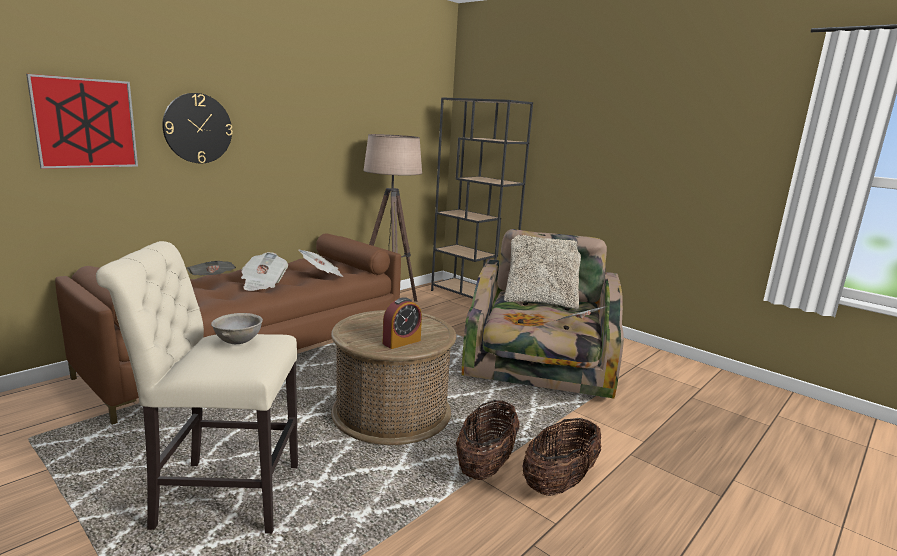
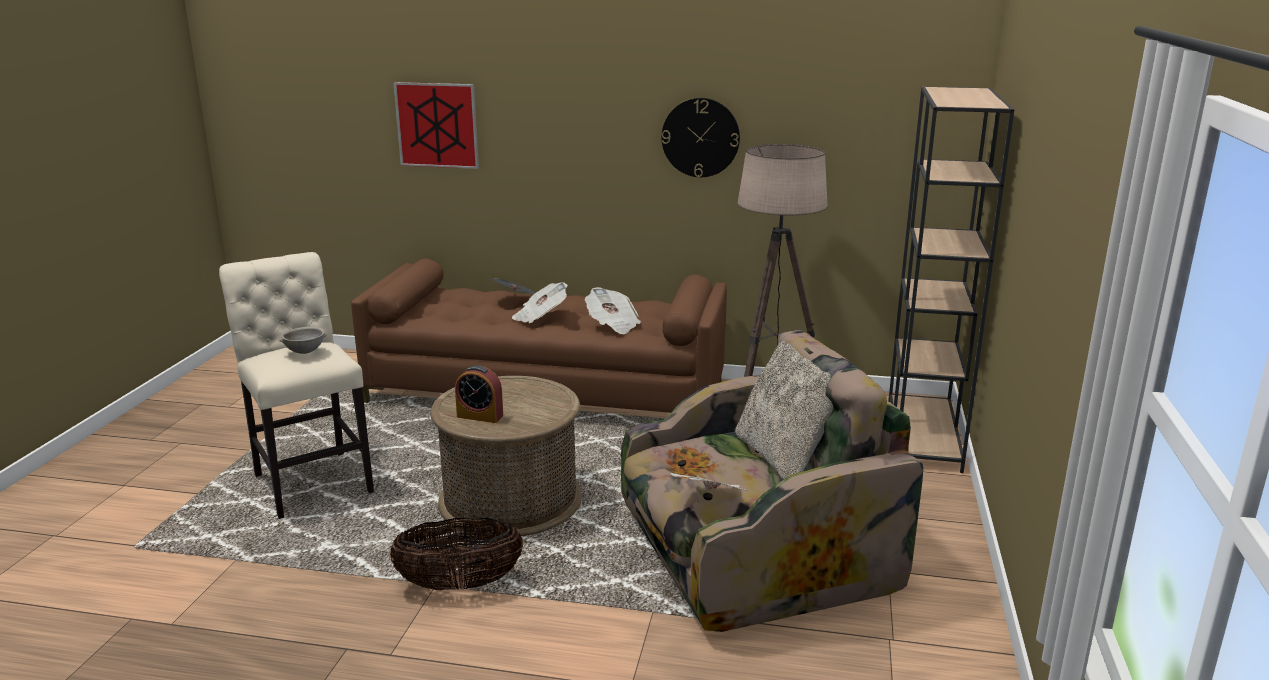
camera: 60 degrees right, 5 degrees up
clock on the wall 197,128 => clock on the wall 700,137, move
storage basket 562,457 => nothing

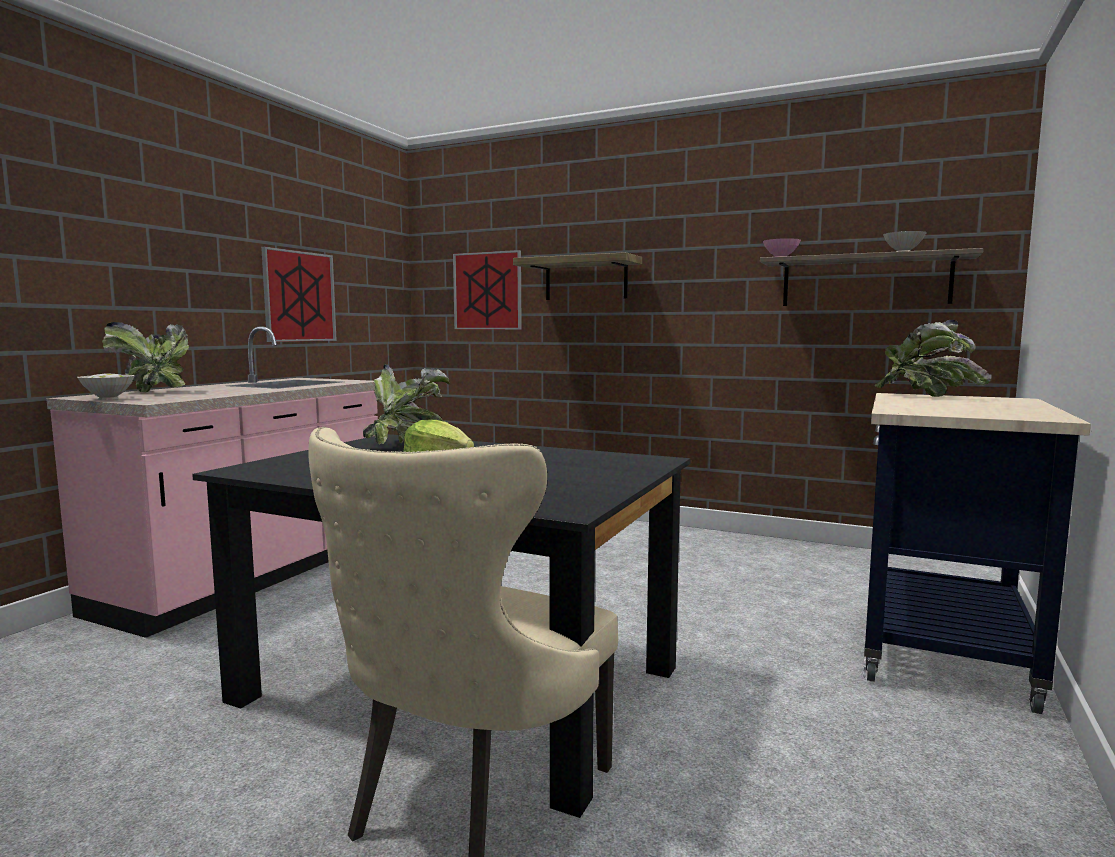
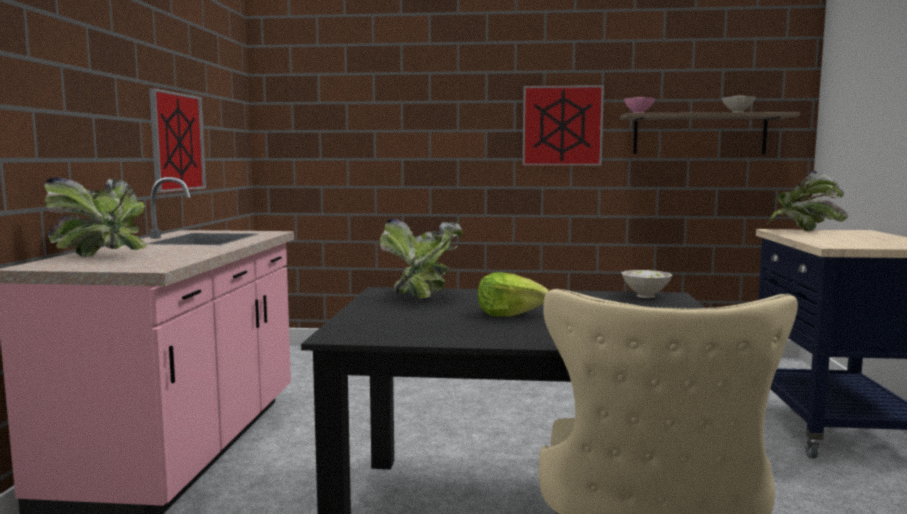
camera: 20 degrees left, 0 degrees up
wall art 487,290 => wall art 563,125, move
serving bowl in whitish 106,386 => serving bowl in whitish 647,284, move
bracket shelf 577,276 => nothing

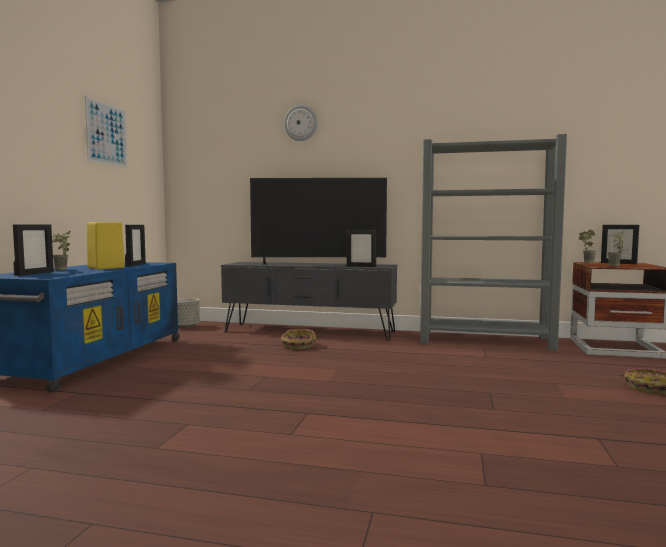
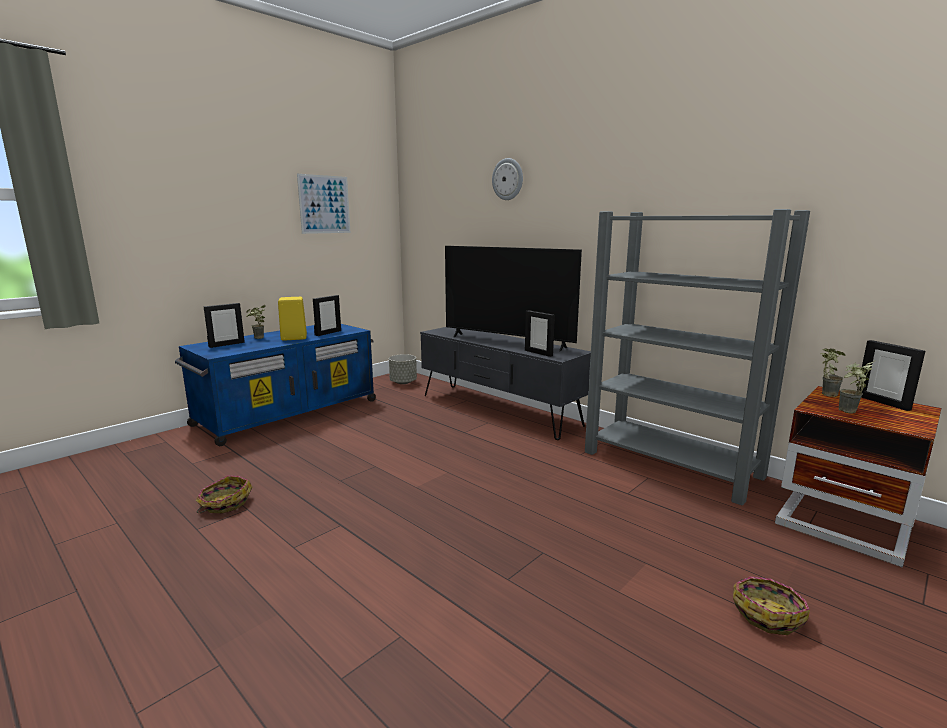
camera: 30 degrees right, 10 degrees up
storage basket 298,339 => storage basket 224,494, move

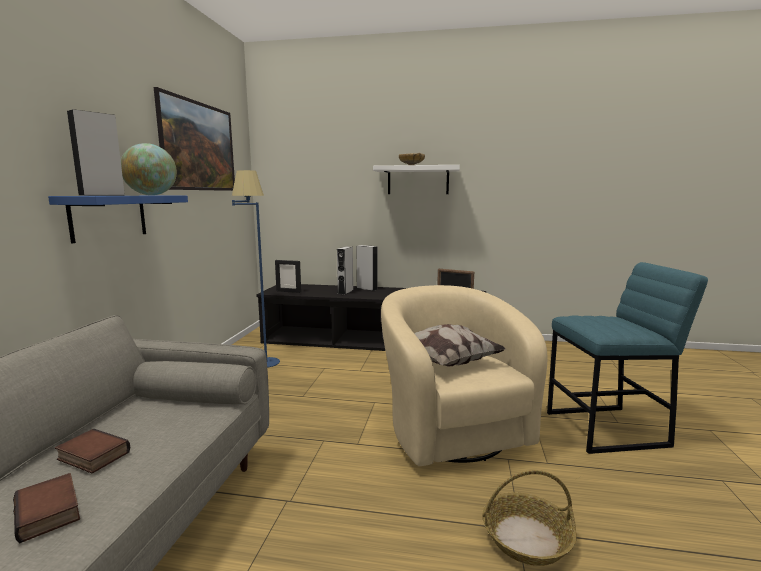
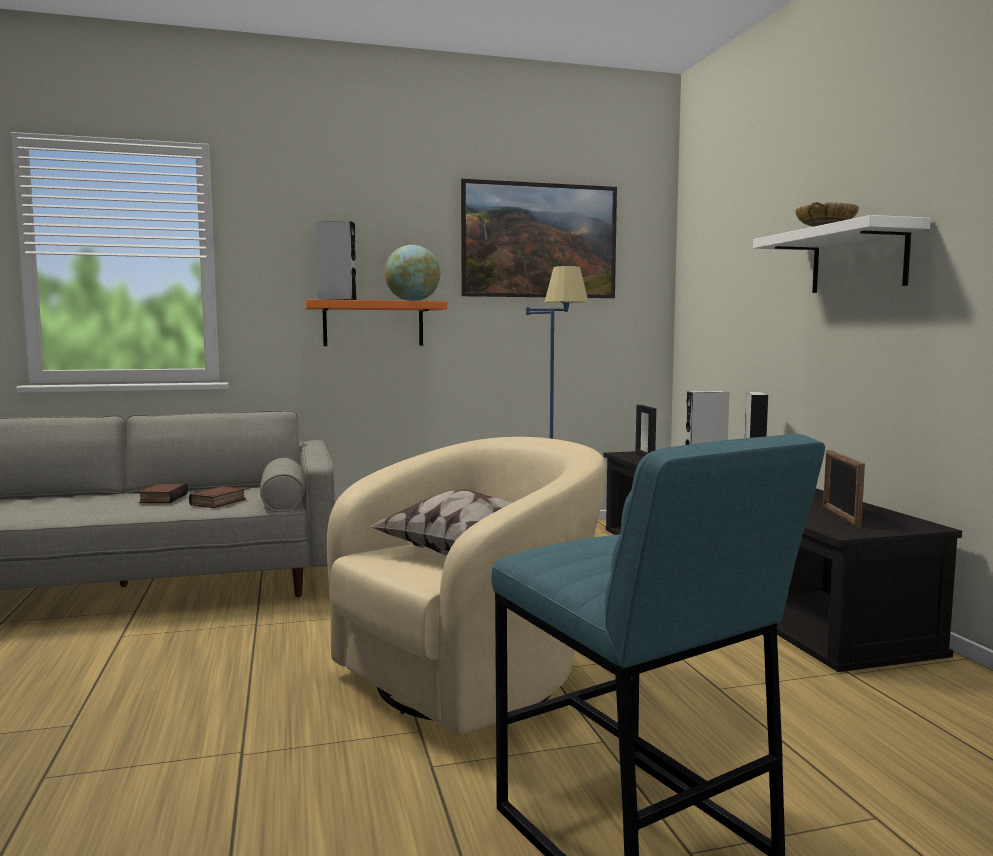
camera: 65 degrees right, 5 degrees down
bound book 46,508 => bound book 217,497, move
bracket shelf in blue 118,219 => bracket shelf in orange 376,322
storage basket 529,518 => nothing

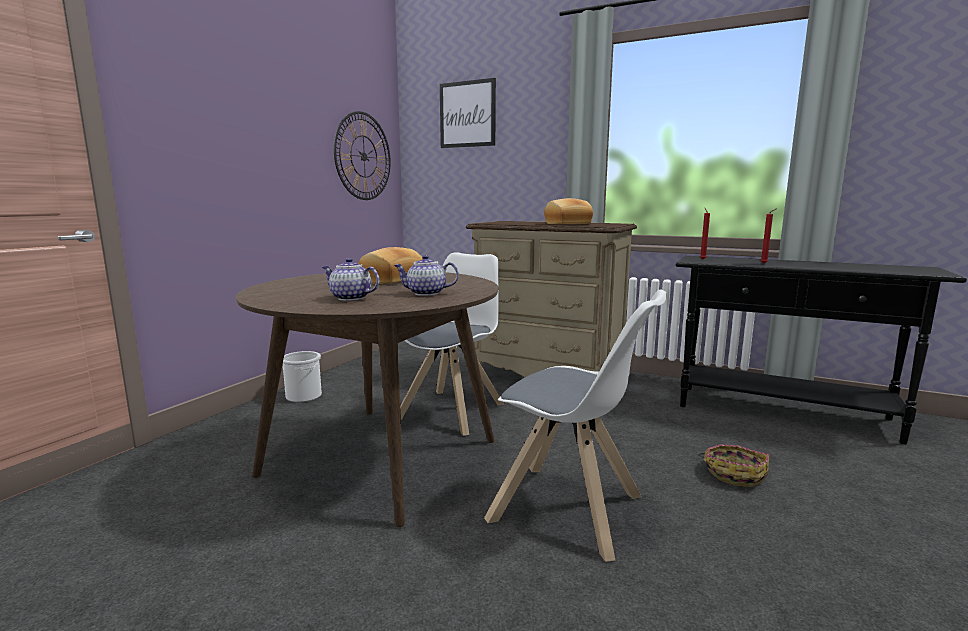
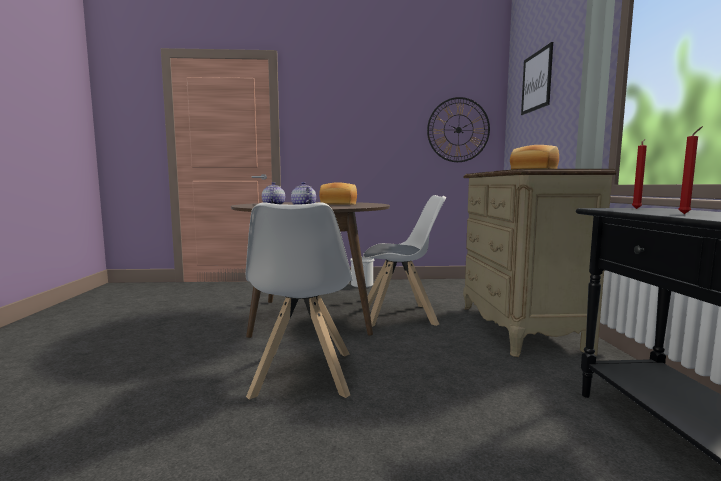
camera: 60 degrees right, 5 degrees down
storage basket 733,465 => nothing

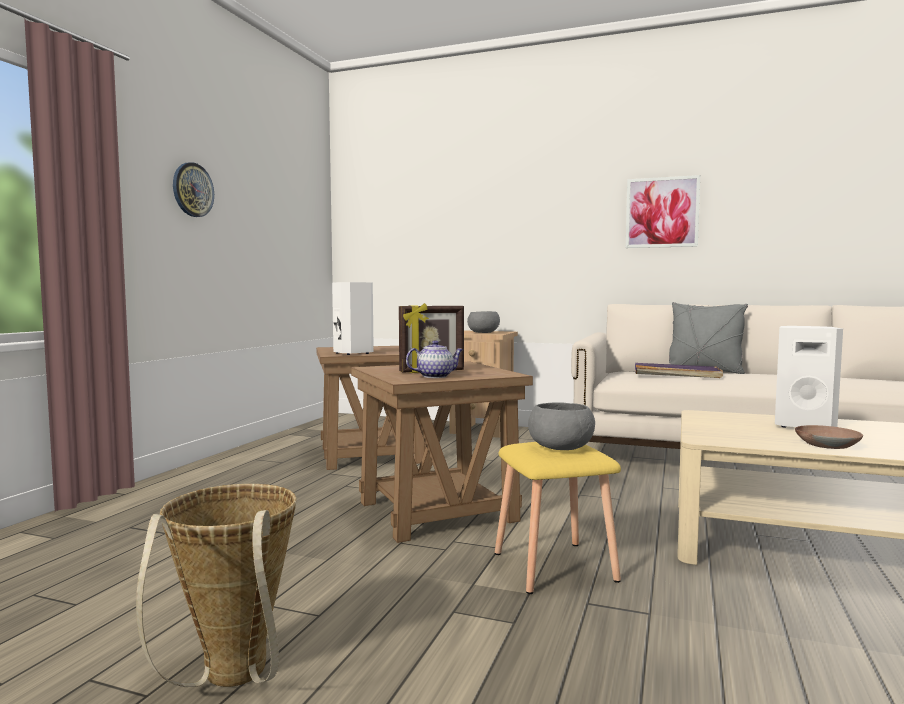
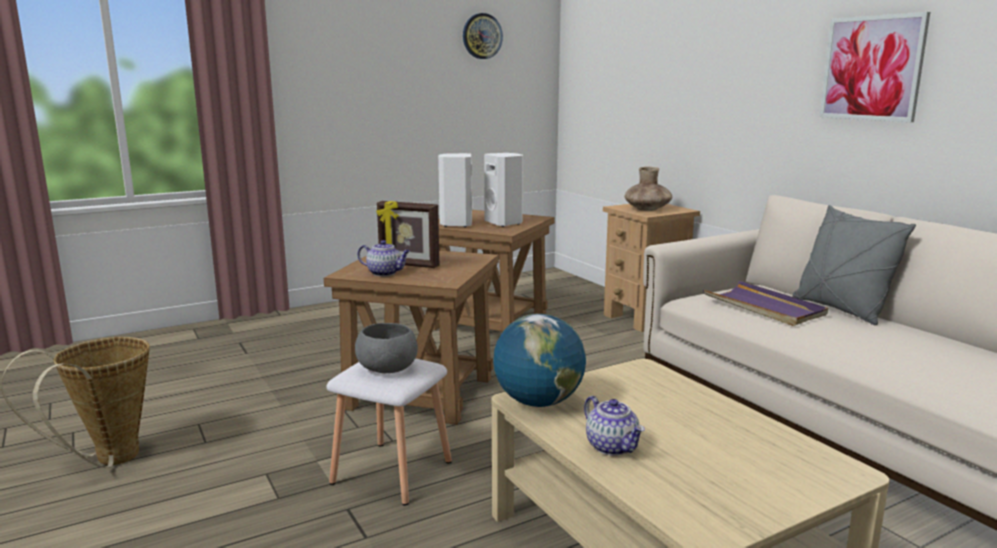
camera: 40 degrees right, 10 degrees up
sitting stool in yellowish 558,518 => sitting stool in whitish 389,432
clock on the wall 193,189 => clock on the wall 483,36, move
loudspeaker in whitish 809,377 => loudspeaker in whitish 503,190, move
nothing => desk globe 539,360
serving bowl in brown 829,437 => pot for tea 614,426
serving bowl in greyish 483,322 => flower vase in brown 648,189

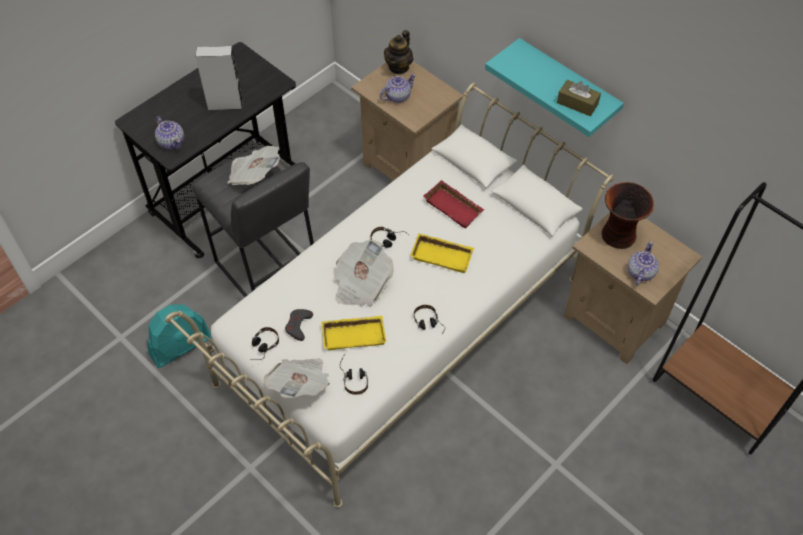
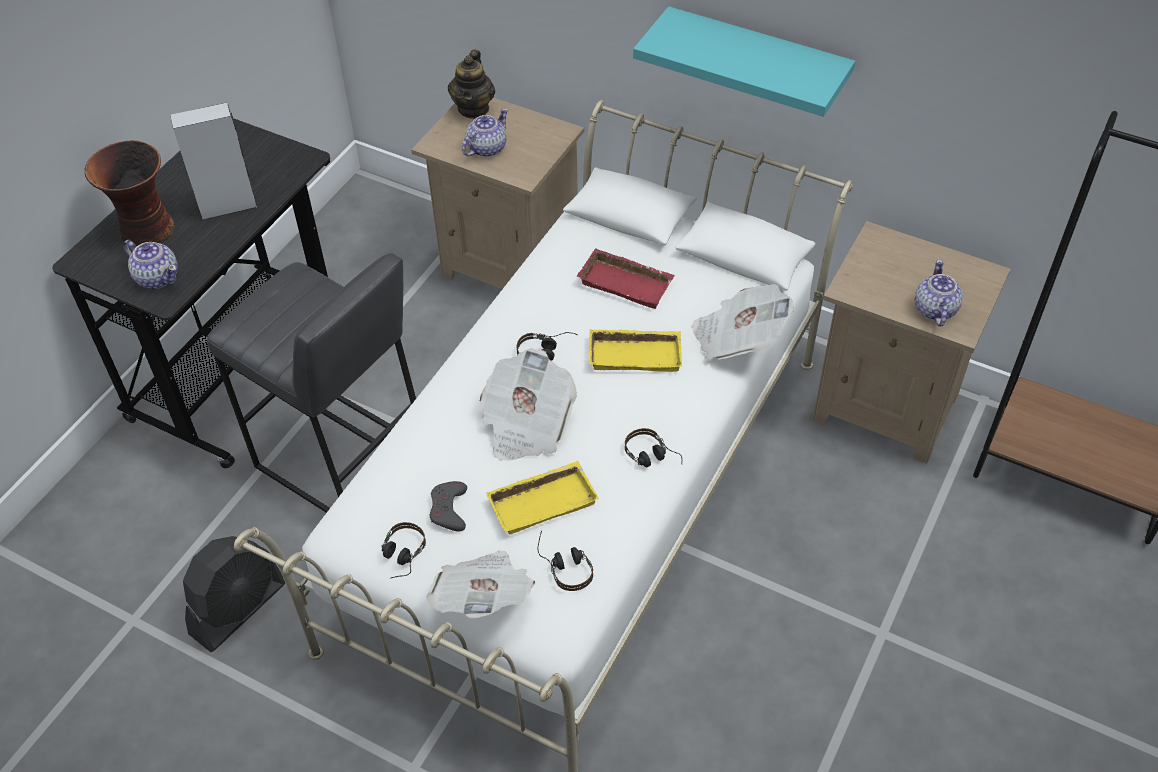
camera: 15 degrees left, 5 degrees down
flower vase 628,215 => flower vase 130,193, move
fan in turquoise-coloured 179,336 => fan in blackish 234,594
daily paper 253,165 => daily paper 742,322, move
box of tissues in brown 579,98 => nothing

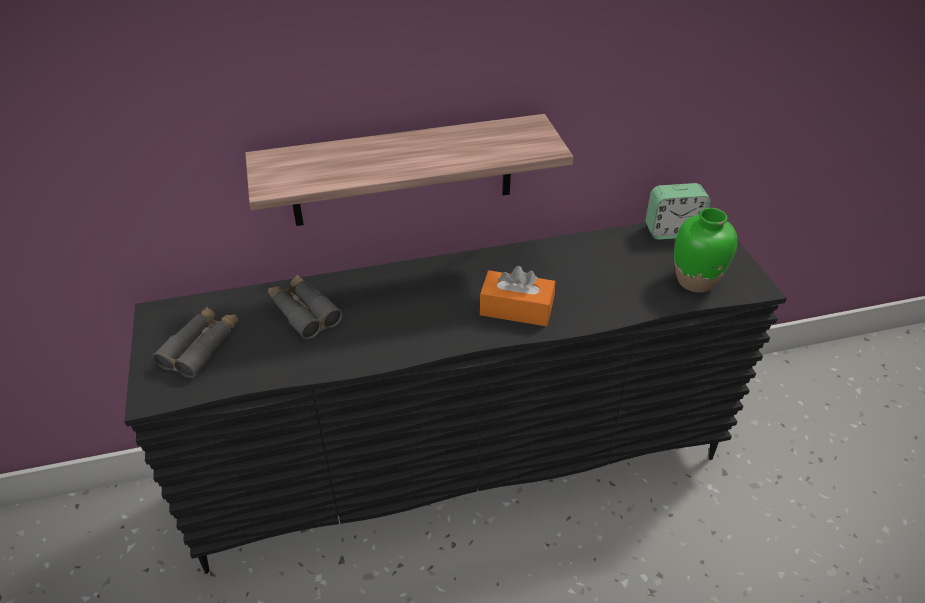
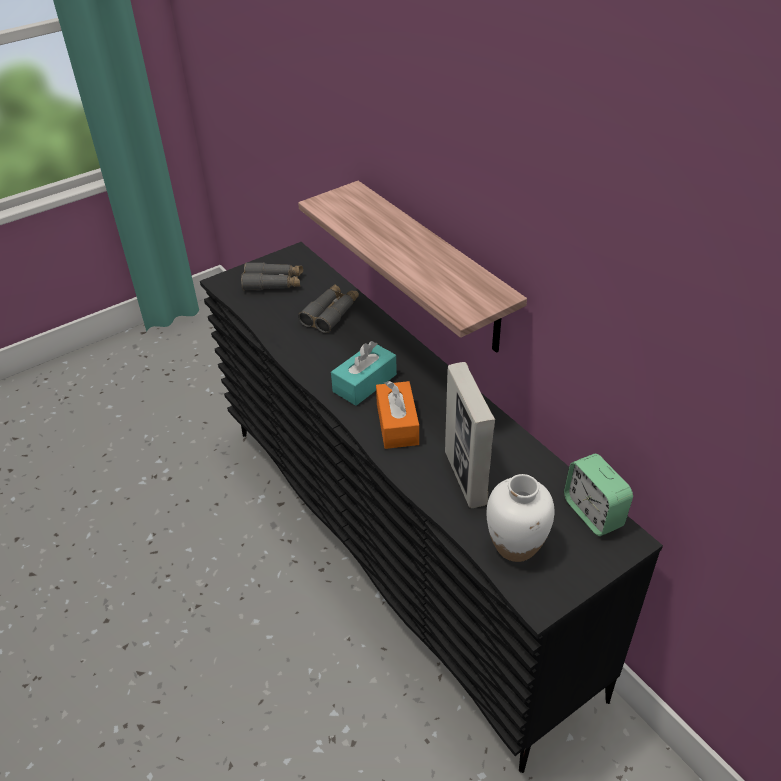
camera: 70 degrees right, 0 degrees up
nothing => box of tissues in turquoise-coloured 364,373
nothing => picture frame 470,435
flower vase in greenish 705,250 => flower vase in whitish 521,518

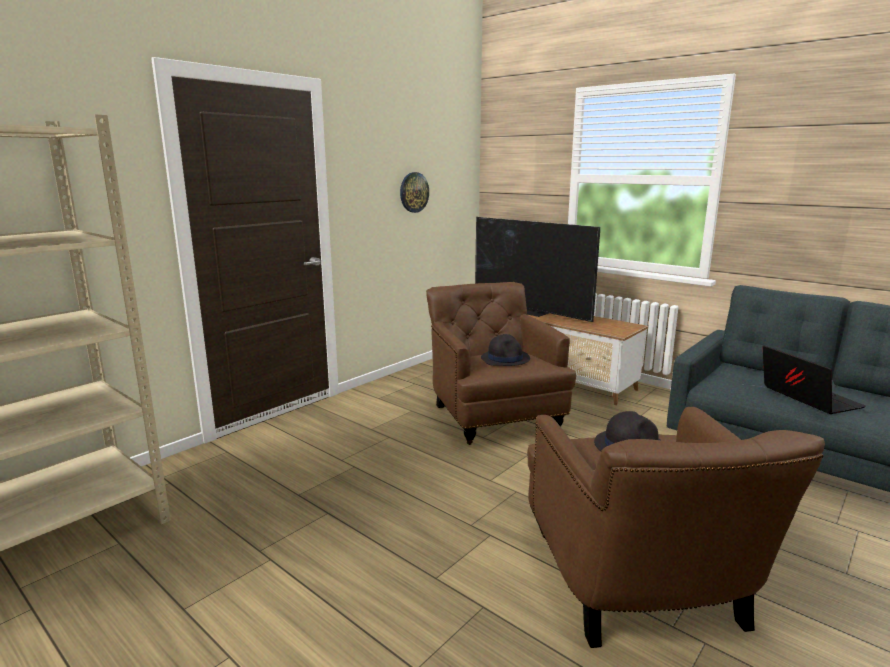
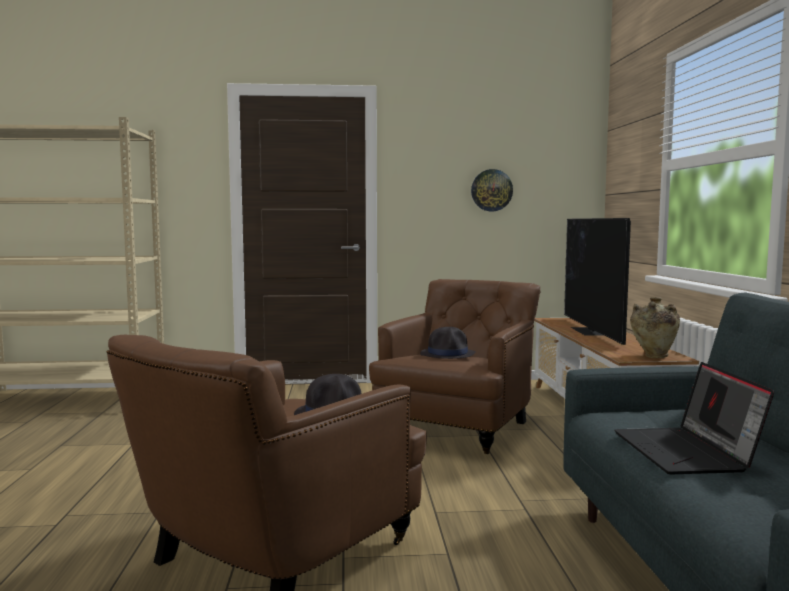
camera: 45 degrees right, 10 degrees down
notebook computer 814,379 => notebook computer 694,418, 150 degrees clockwise
nothing => flower vase in sand-coloured 655,327

